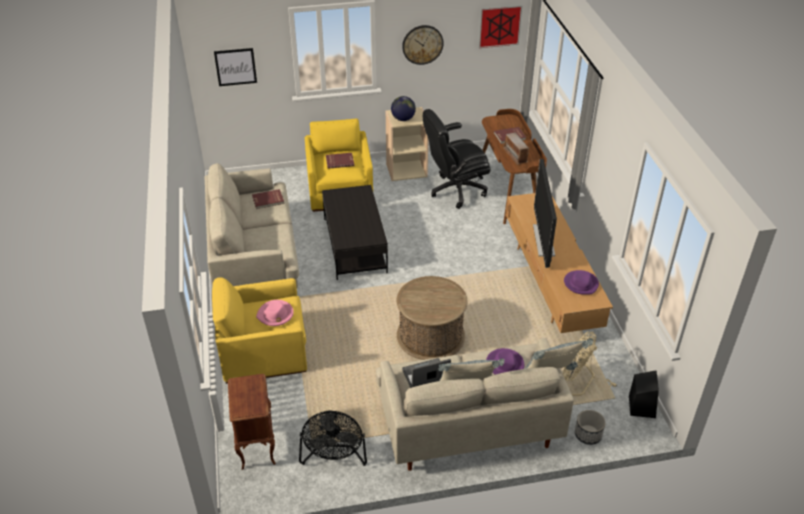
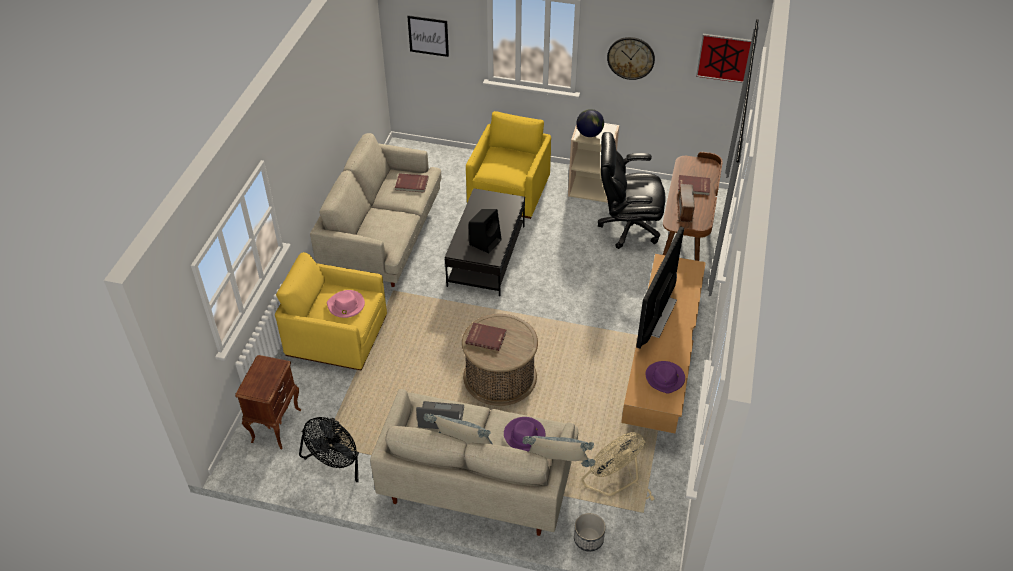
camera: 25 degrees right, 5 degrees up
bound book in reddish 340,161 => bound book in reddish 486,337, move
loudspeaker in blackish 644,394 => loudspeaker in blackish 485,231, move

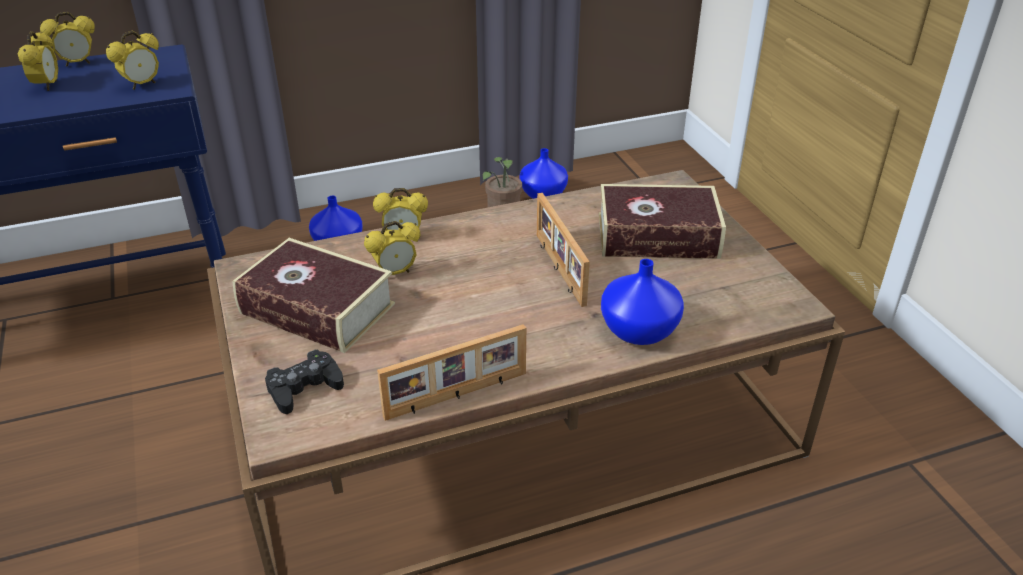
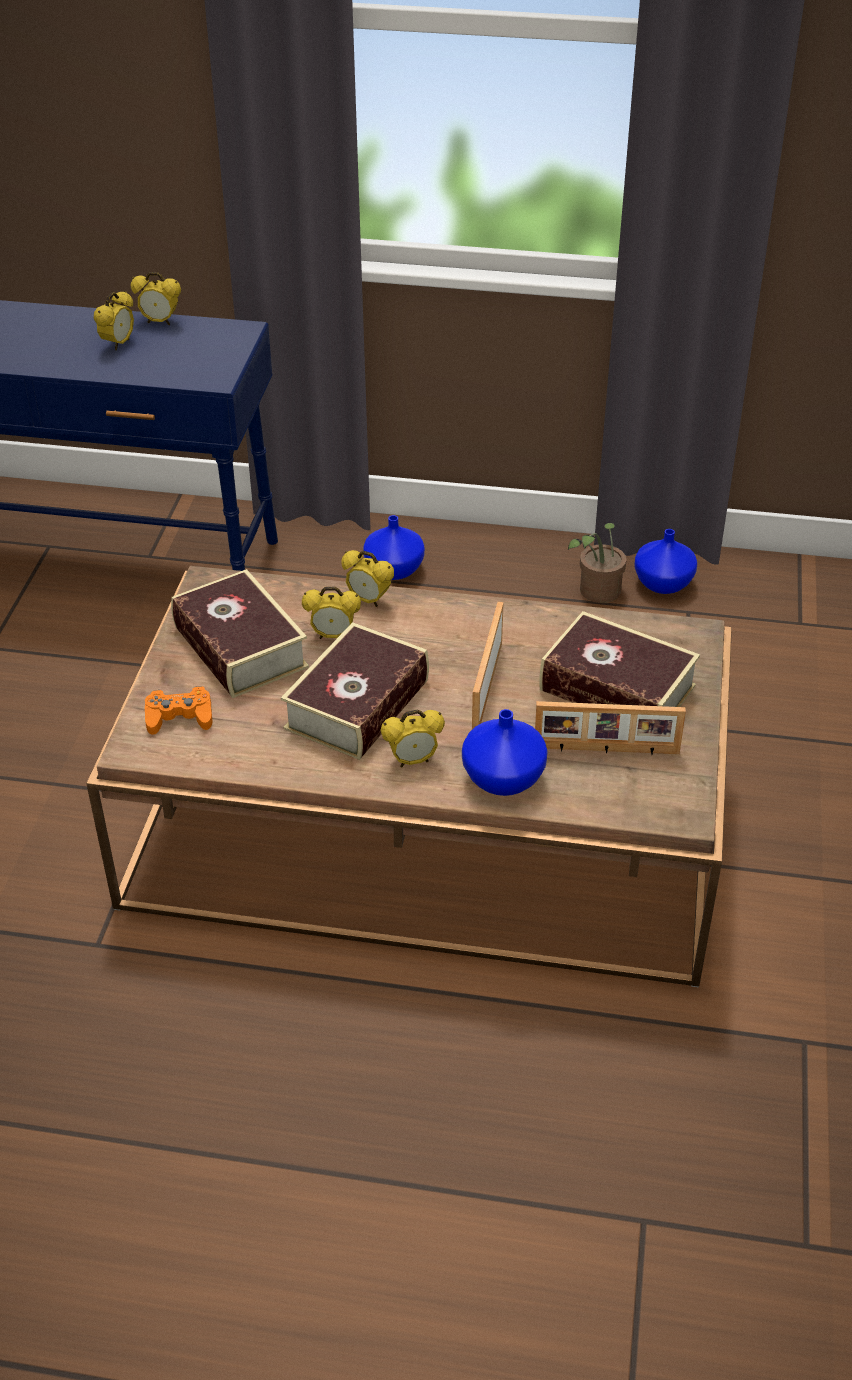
camera: 30 degrees right, 5 degrees up
gamepad in blackish 304,382 => gamepad in orange 179,710
nothing => bound book 355,691
alarm clock 132,60 => alarm clock 413,738, move
picture frame 451,372 => picture frame 610,728, move

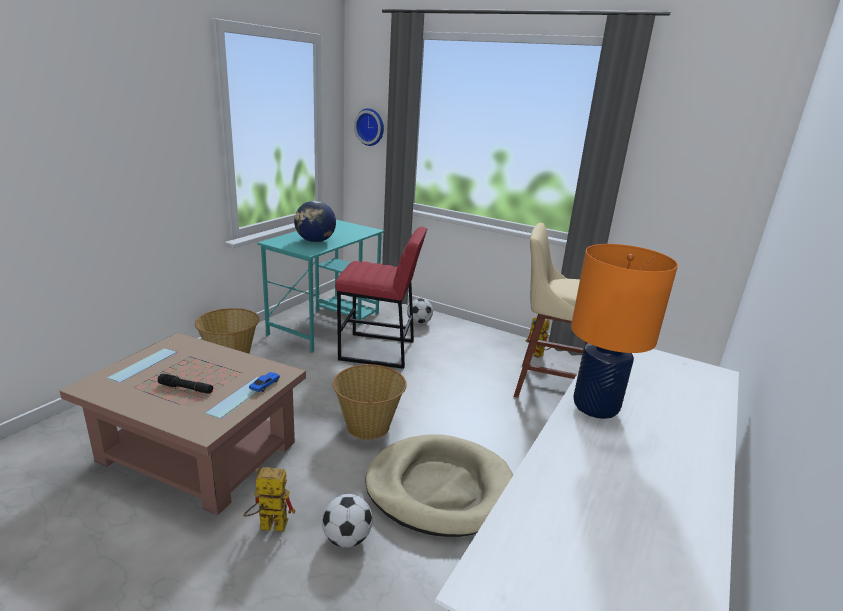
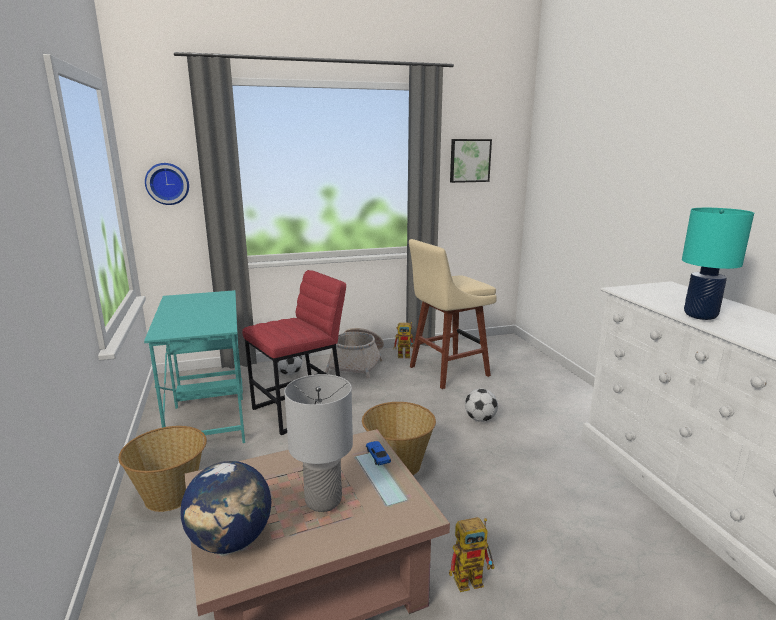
camera: 45 degrees left, 5 degrees down
desk globe 315,221 => desk globe 226,507, move
flashlight in blackish 185,384 => lamp for a table in greyish 318,443
nothing => storage basket 354,353
toy robot 269,499 => toy robot 472,554, 150 degrees counterclockwise
nothing => wall art 471,161
ball for football 347,521 => ball for football 481,405, move
lamp for a table in orange 624,331 => lamp for a table in turquoise-coloured 718,264
dog cushion in sand-coloured 439,485 => nothing

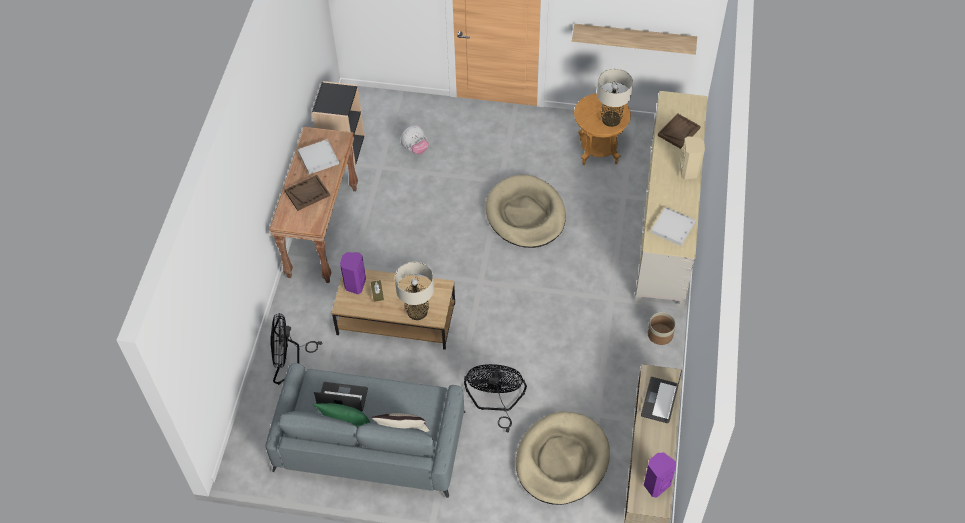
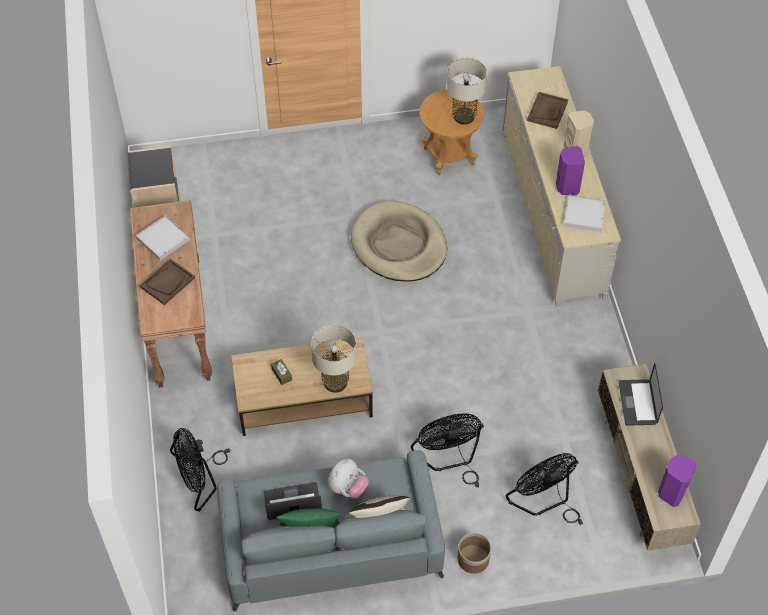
camera: 20 degrees left, 0 degrees up
plush toy 415,139 => plush toy 348,479, move
flower pot 662,328 => flower pot 474,553, move
dog cushion in sand-coloured 563,458 => fan in blackish 544,489
loudspeaker in purple 353,273 => loudspeaker in purple 570,170, move
bracket shelf 634,39 => nothing

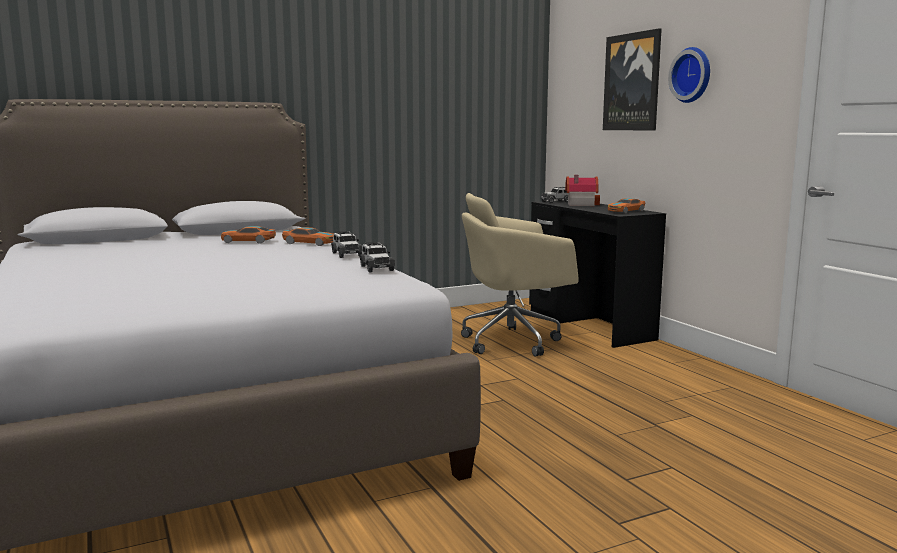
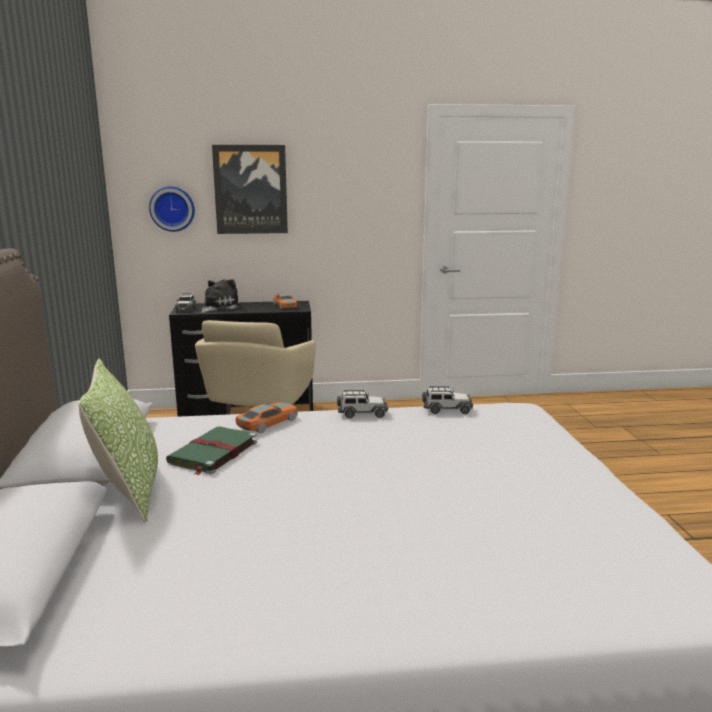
camera: 70 degrees left, 5 degrees up
nothing => cushion 118,440
clock on the wall 689,75 => clock on the wall 172,209, move
toy car 248,235 => bound book in greenish 211,450
toy house 582,190 => plush toy 220,296

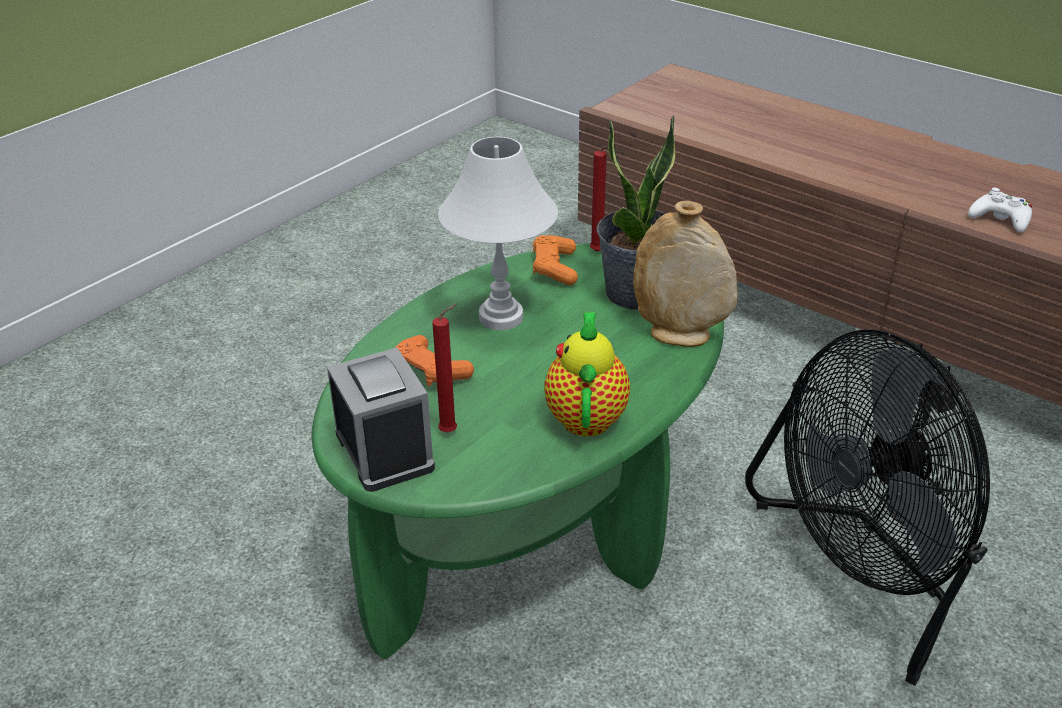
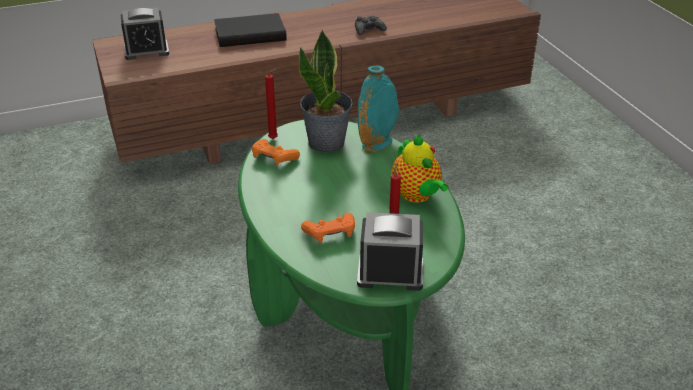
camera: 60 degrees left, 0 degrees up
nothing => alarm clock 145,34
nothing => bound book in blackish 250,30
gamepad in whitish 1000,210 => gamepad in blackish 371,25
flower vase in sand-coloured 685,274 => flower vase in turquoise-coloured 378,109
pot for tea 587,374 => pot for tea 419,169, 150 degrees counterclockwise
lamp for a table in whitish 498,233 => nothing
fan in blackish 867,507 => nothing

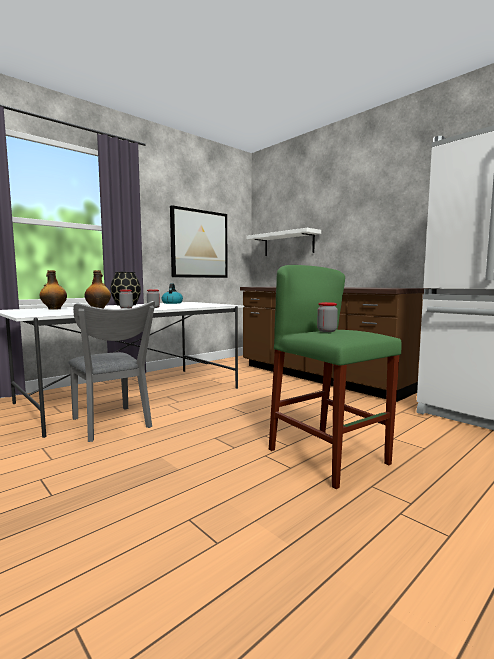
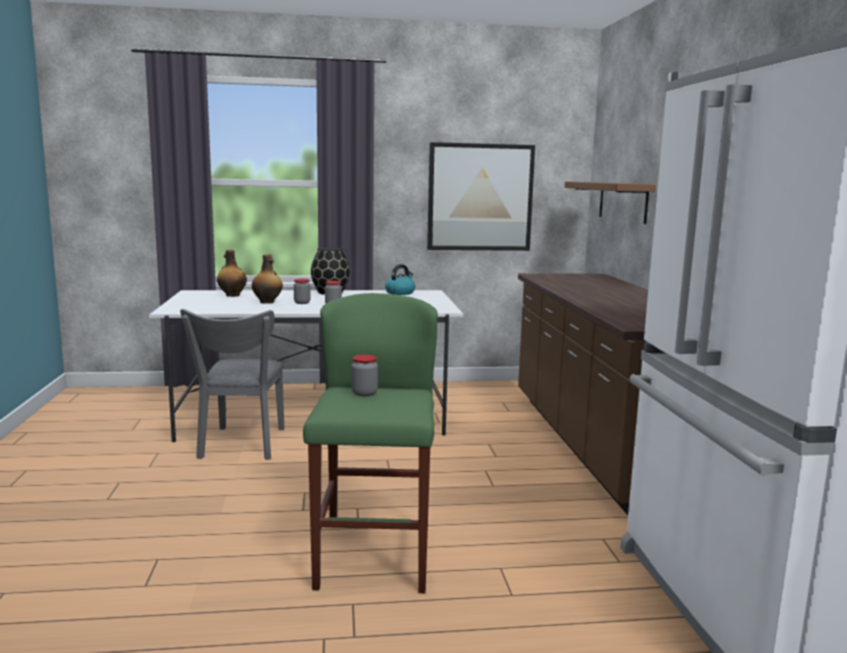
camera: 35 degrees right, 5 degrees up
bracket shelf in whitish 284,242 => bracket shelf in brown 610,203

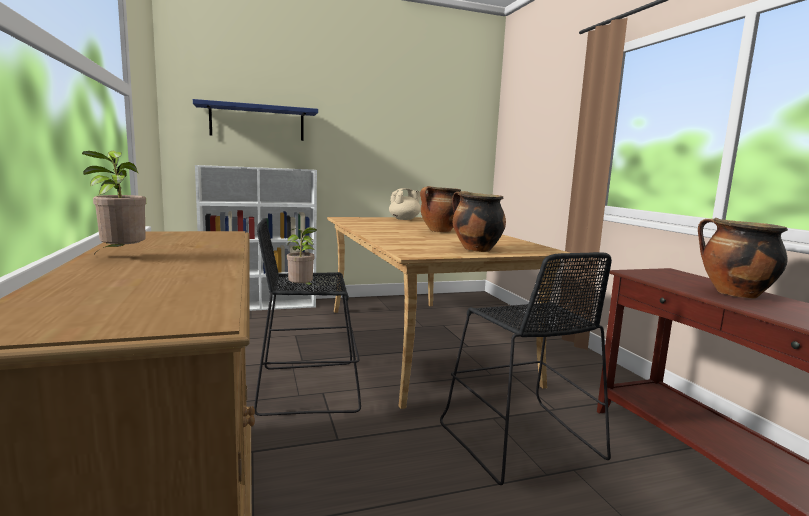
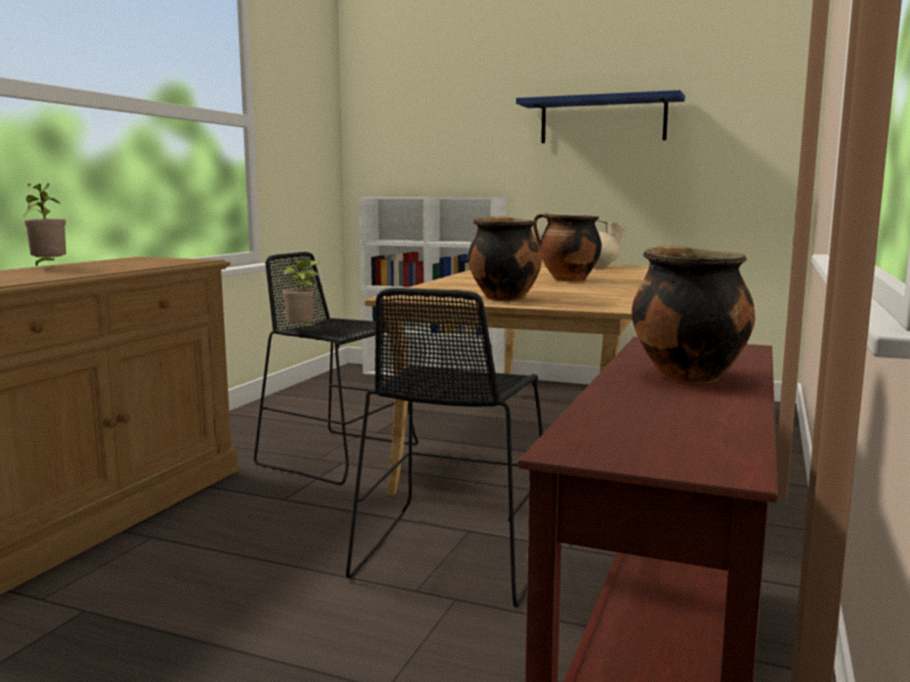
camera: 40 degrees right, 0 degrees up
bracket shelf in blue 255,120 => bracket shelf in blue 600,116, move

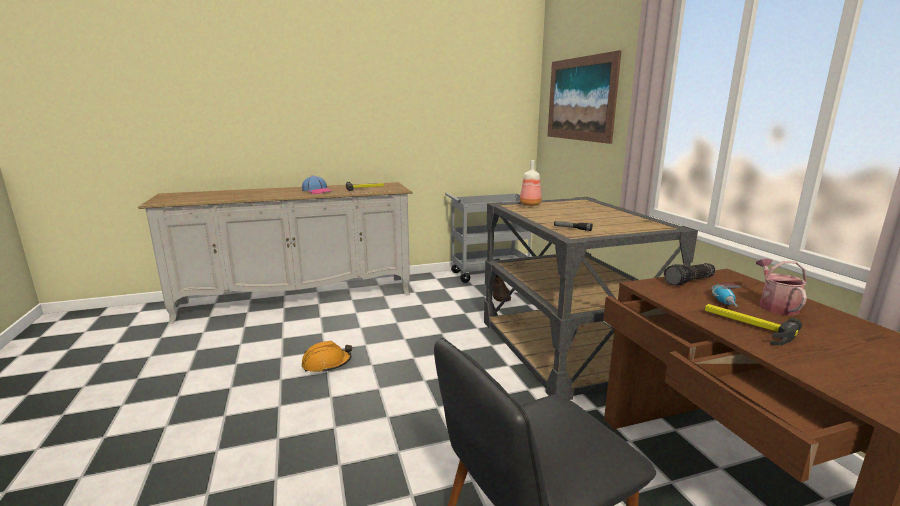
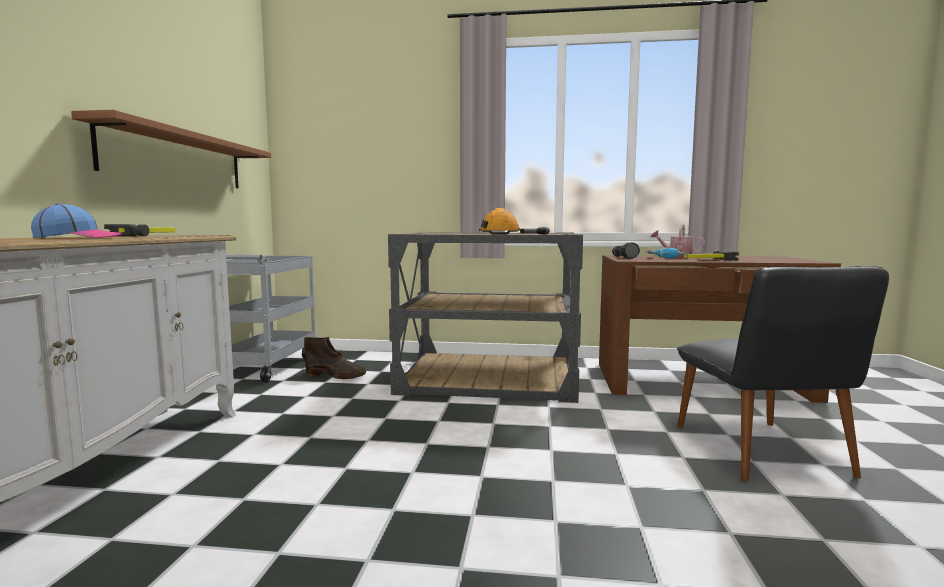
camera: 65 degrees left, 10 degrees down
nothing => bracket shelf in brown 171,149
hard hat in orange 327,357 => hard hat in orange 500,221, move
bottle 531,183 => nothing
wall art 584,97 => nothing

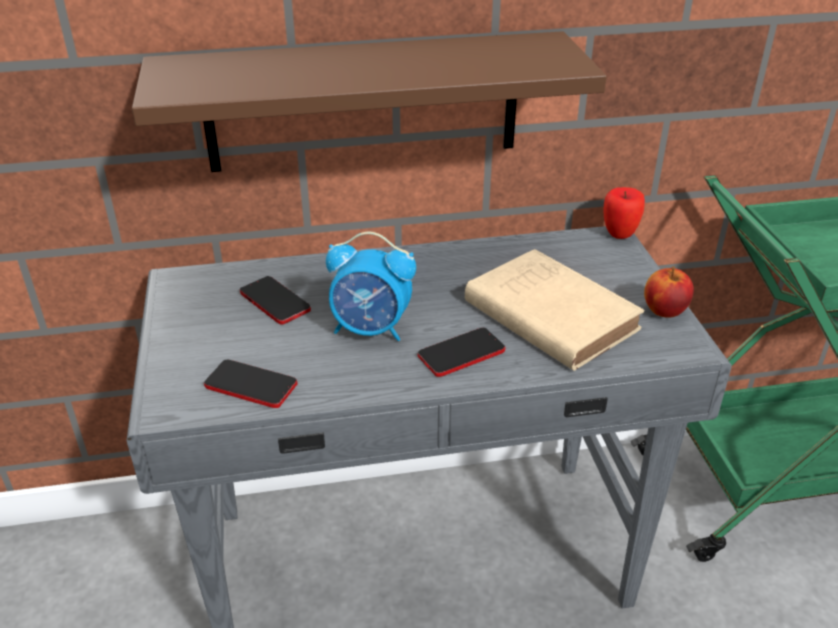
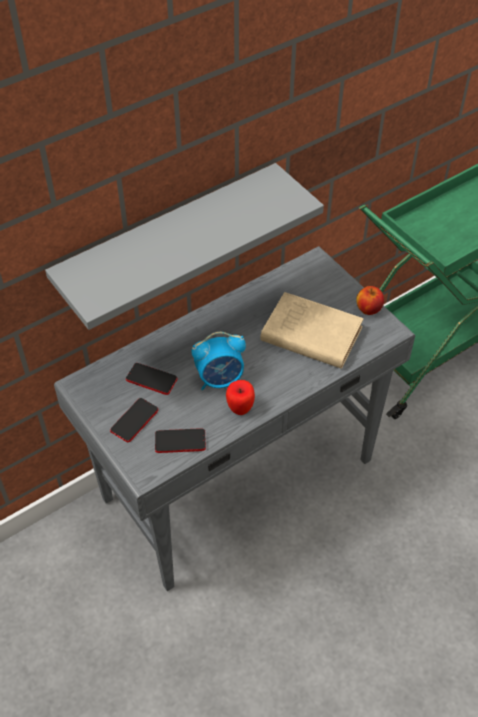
camera: 25 degrees left, 15 degrees up
bracket shelf in brown 369,101 => bracket shelf in greyish 184,246
phone 461,352 => phone 134,420, move
apple fruit 624,213 => apple fruit 240,397, move

